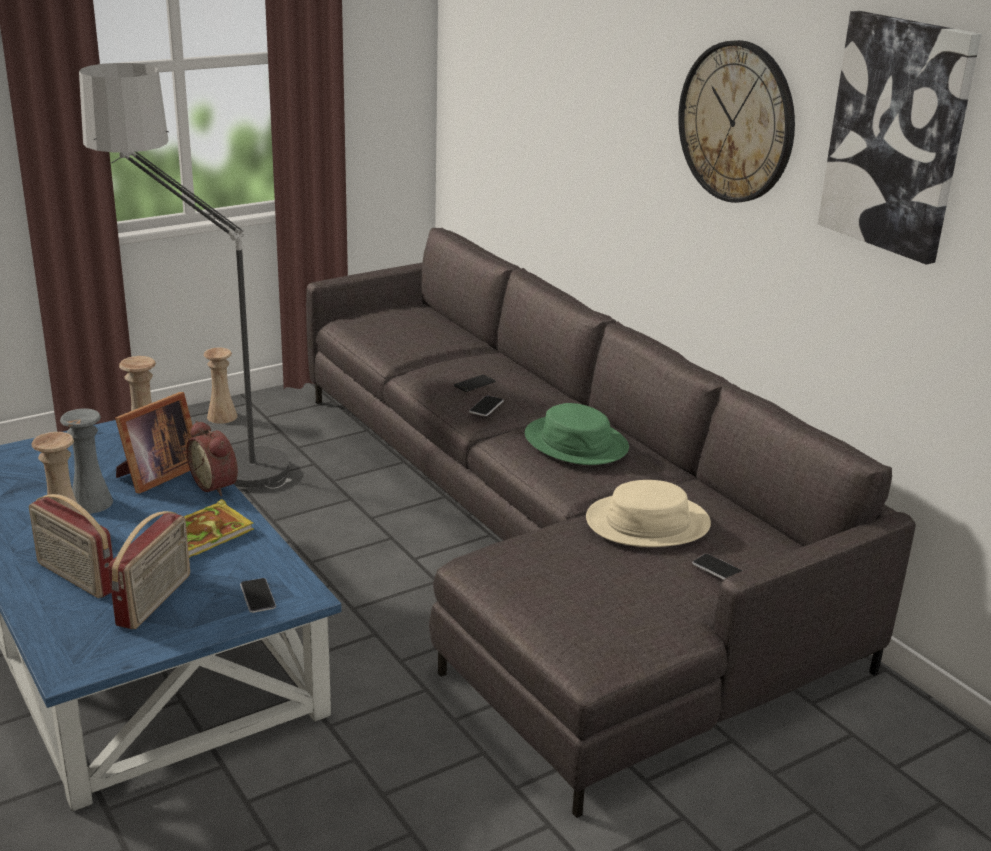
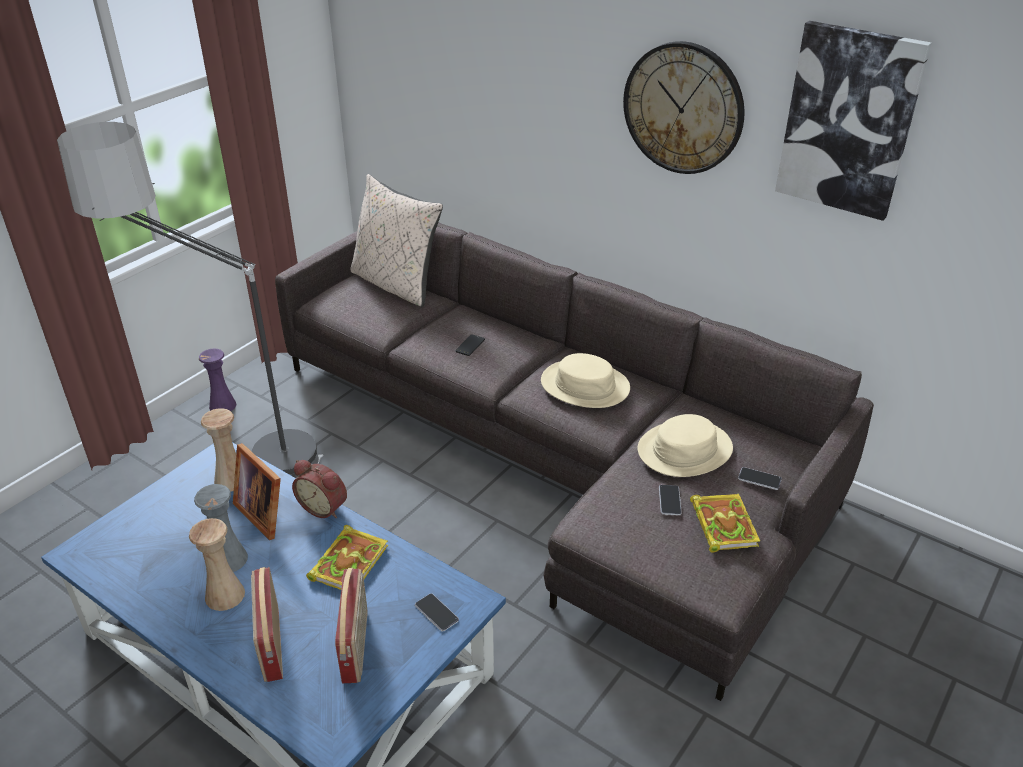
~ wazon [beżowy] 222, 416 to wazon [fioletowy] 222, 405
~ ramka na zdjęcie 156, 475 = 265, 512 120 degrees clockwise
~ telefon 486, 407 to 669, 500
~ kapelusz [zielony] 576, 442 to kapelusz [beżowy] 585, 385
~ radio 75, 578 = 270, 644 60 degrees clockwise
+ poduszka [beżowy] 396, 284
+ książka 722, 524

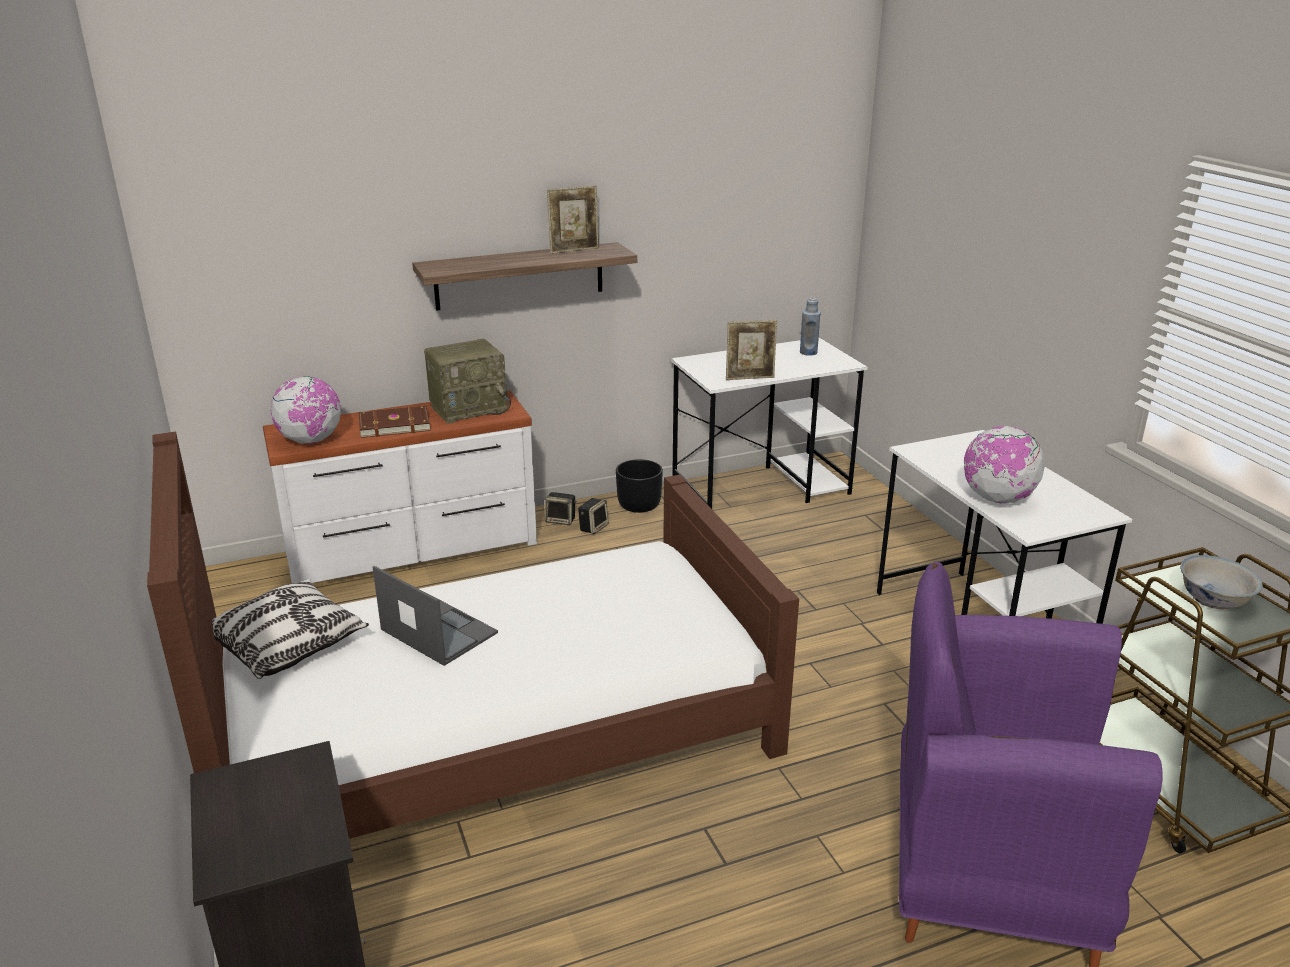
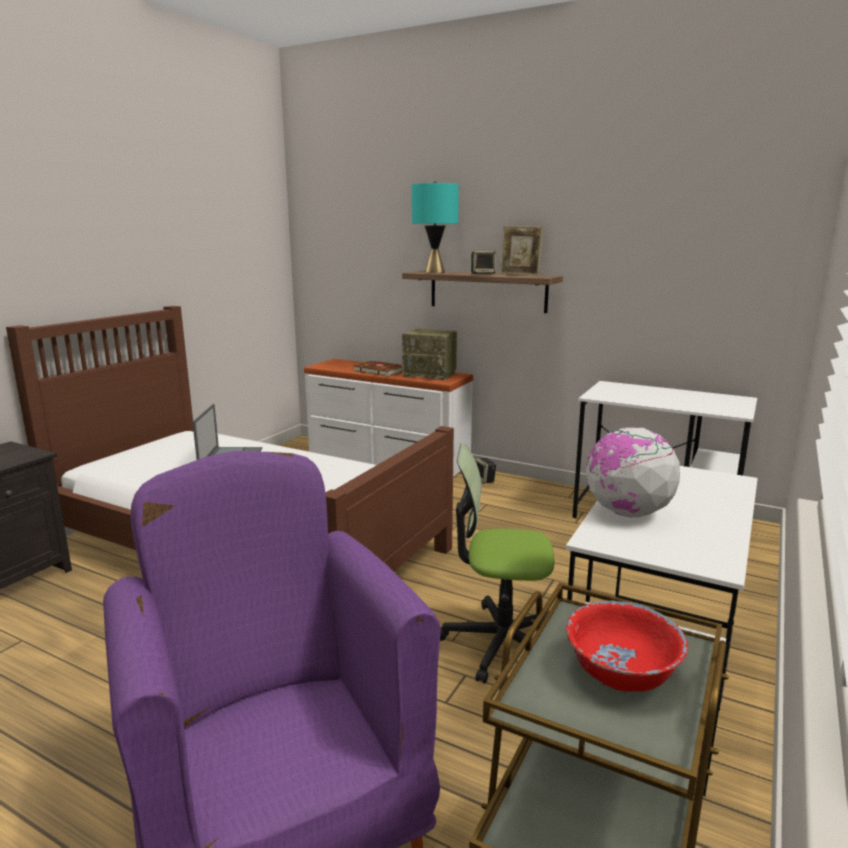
- butelka [niebieski] 808, 352
- ramka na zdjęcie 750, 378
- globus 311, 440
- donica [czarny] 639, 505
~ głośnik 593, 527 to 483, 274
~ miska [biały] 1213, 599 to miska [czerwony] 621, 672
- poduszka 287, 645
+ lampa stołowa [turkusowy] 435, 272
+ krzesło biurowe 500, 643

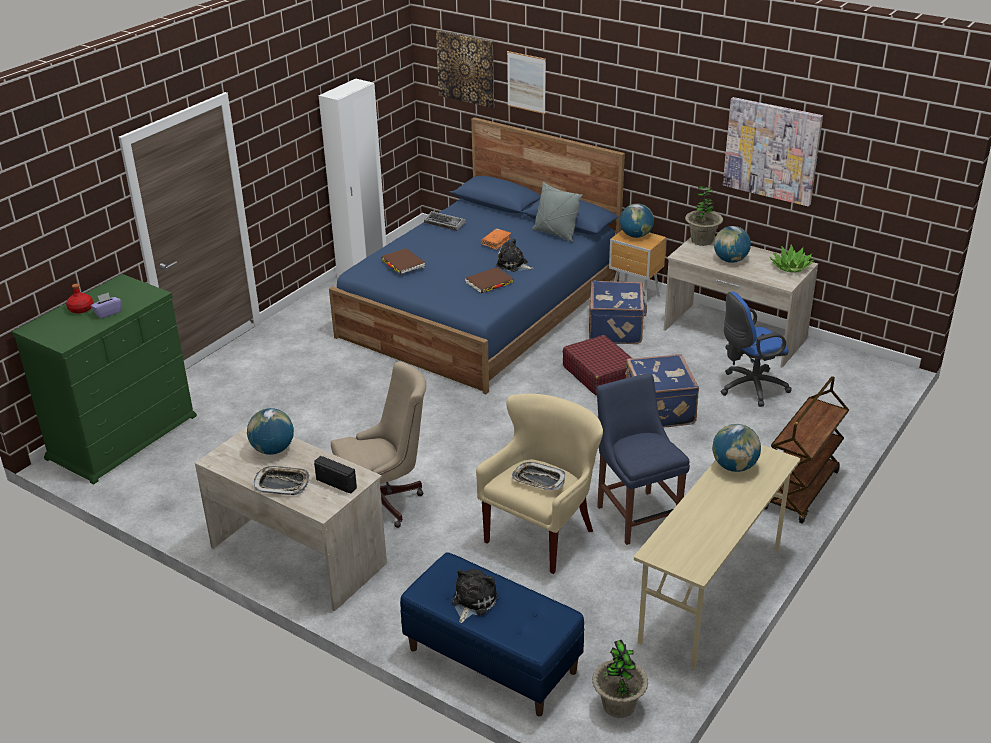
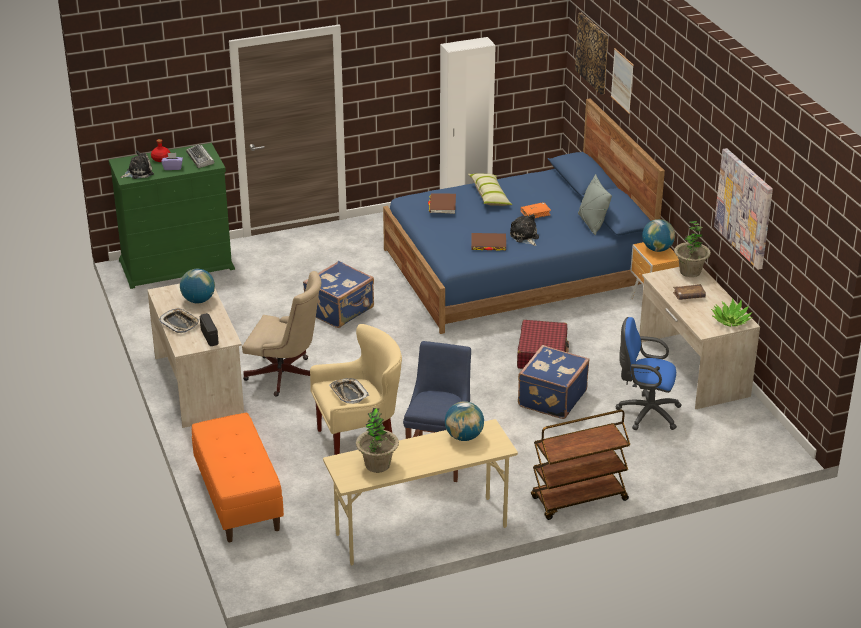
~ klawiatura 445, 224 to 200, 159
~ globus 730, 260 to książka [brązowy] 689, 296
~ walizka [niebieski] 616, 329 to 340, 310
~ ławka [niebieski] 491, 660 to ławka [pomarańczowy] 238, 499
~ pluszak 472, 602 to 138, 172
~ roślina doniczkowa 618, 705 to 377, 465
+ poduszka 489, 196

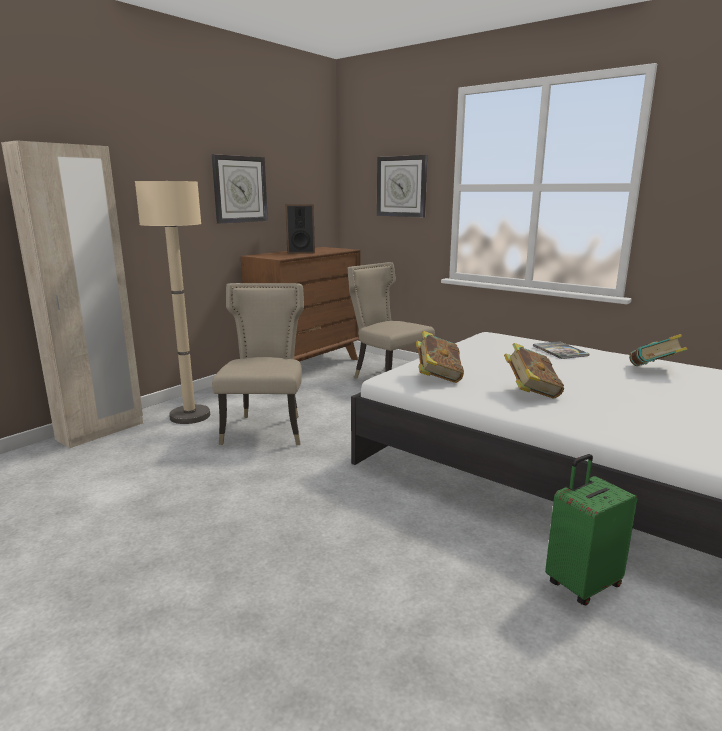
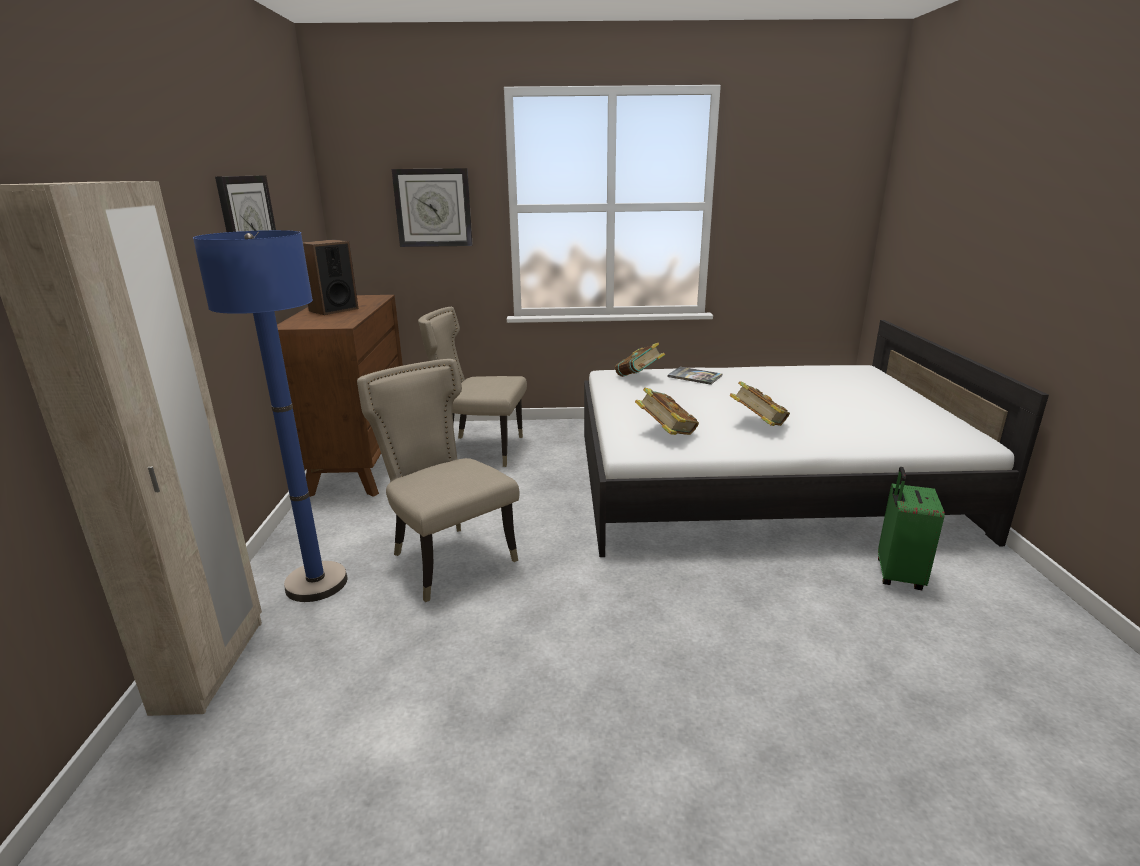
~ lampa stojąca [beżowy] 190, 416 to lampa stojąca [niebieski] 316, 583
~ książka 654, 371 to 639, 378

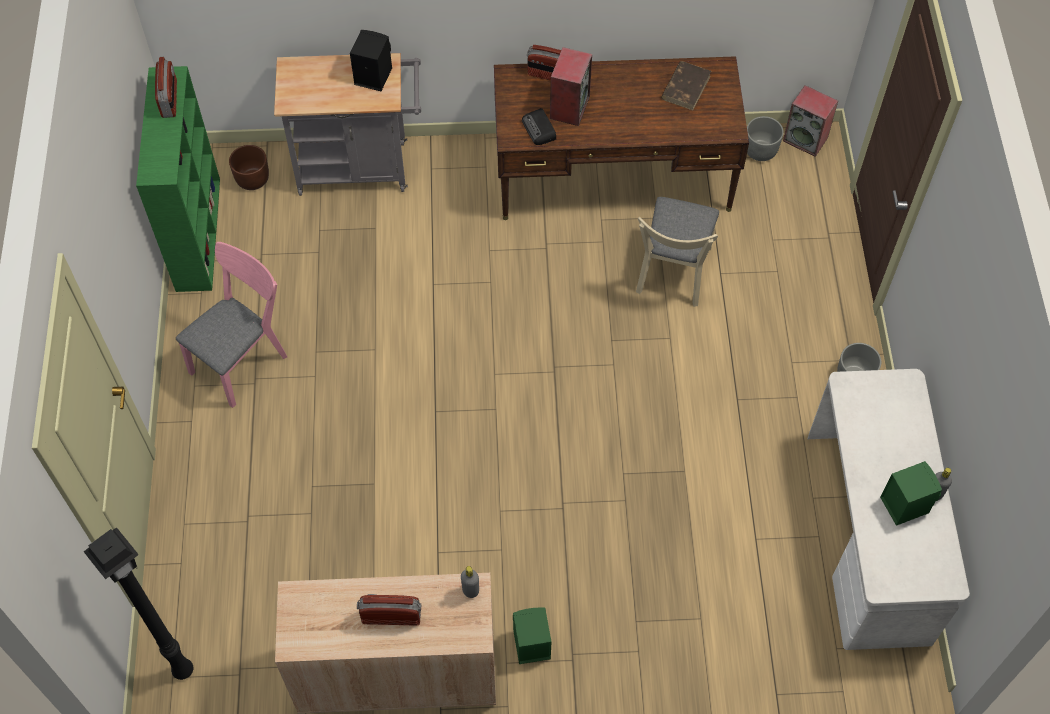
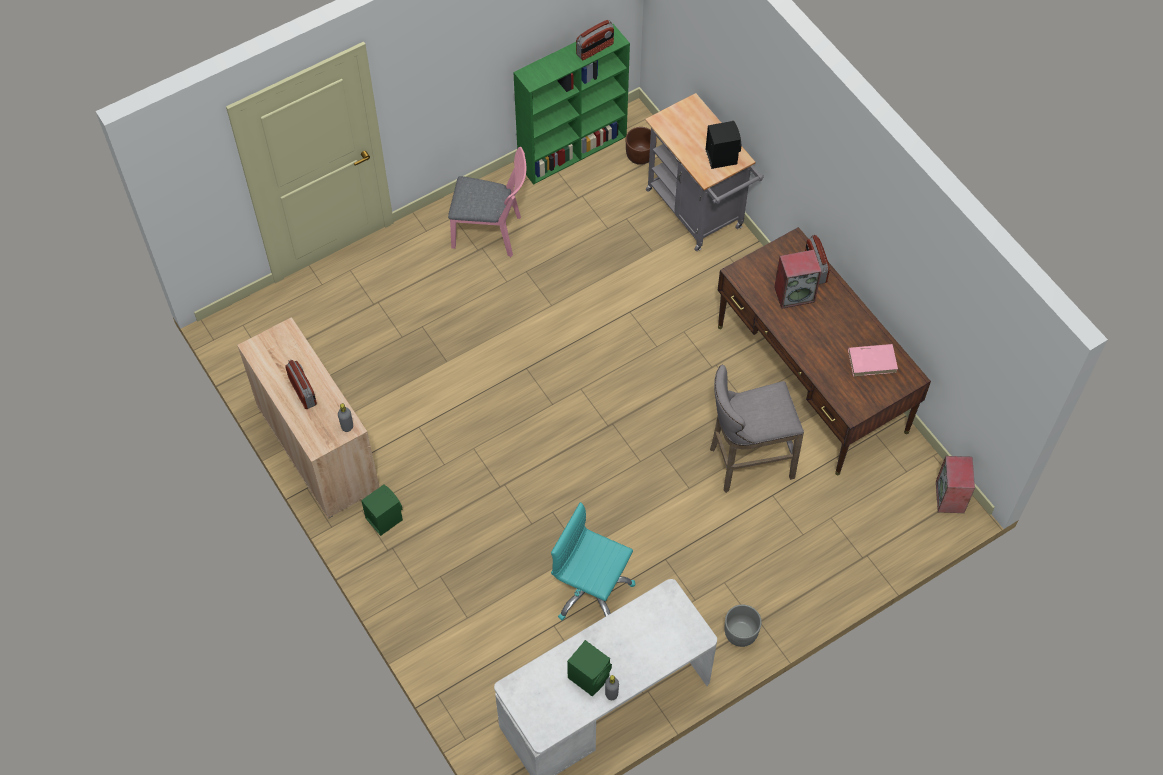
~ książka [brązowy] 686, 87 to książka [różowy] 872, 361
- radio 539, 129
- donica [szary] 760, 150
~ krzesło [beżowy] 672, 275 to stołek [szary] 747, 463
- lampa stojąca [czarny] 181, 670
+ krzesło biurowe [turkusowy] 590, 590

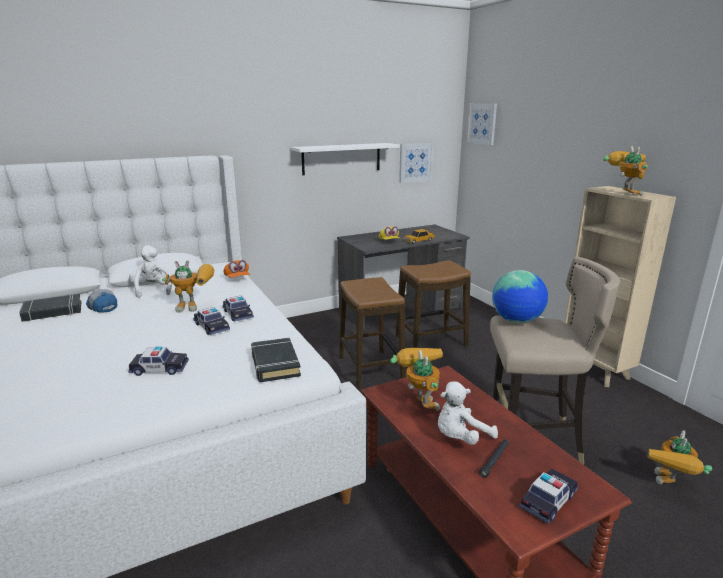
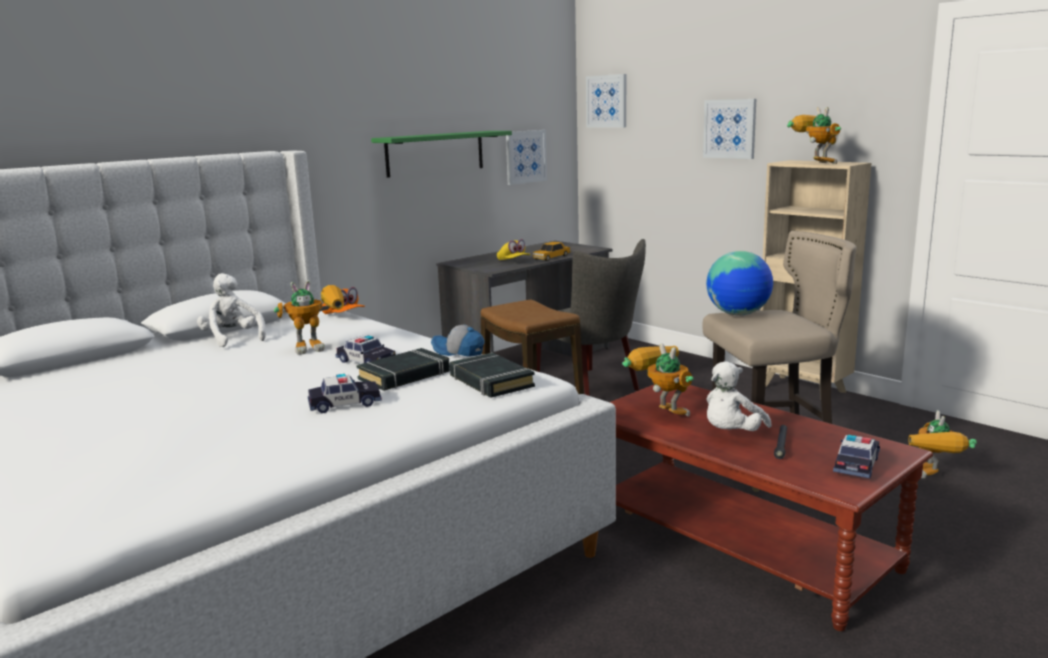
~ półka [biały] 341, 158 to półka [zielony] 435, 153
~ stołek 430, 342 to krzesło [szary] 591, 388
~ czapka z daszkiem 102, 307 to 458, 352
~ książka [czarny] 52, 312 to 404, 376
- samochodzik 238, 314
+ obraz 730, 129

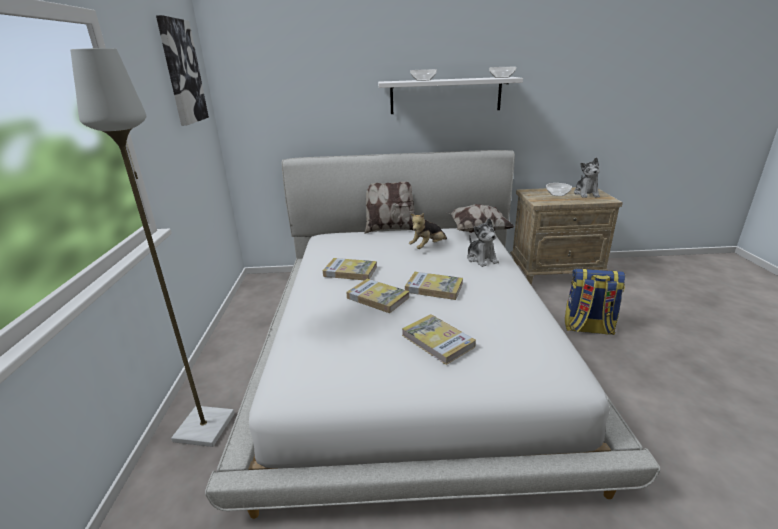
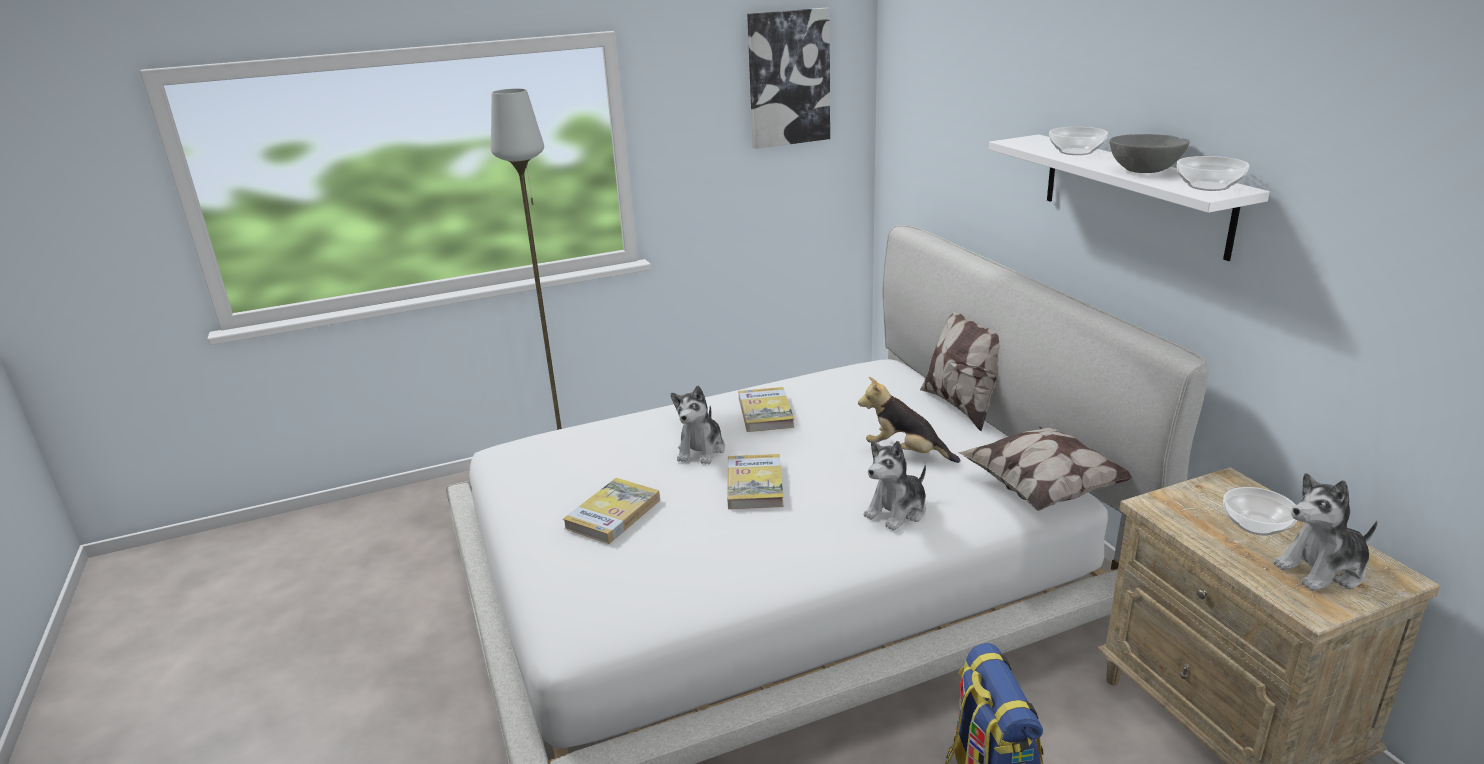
~ książka 377, 298 to pluszak 701, 450
+ miska [szary] 1144, 170

